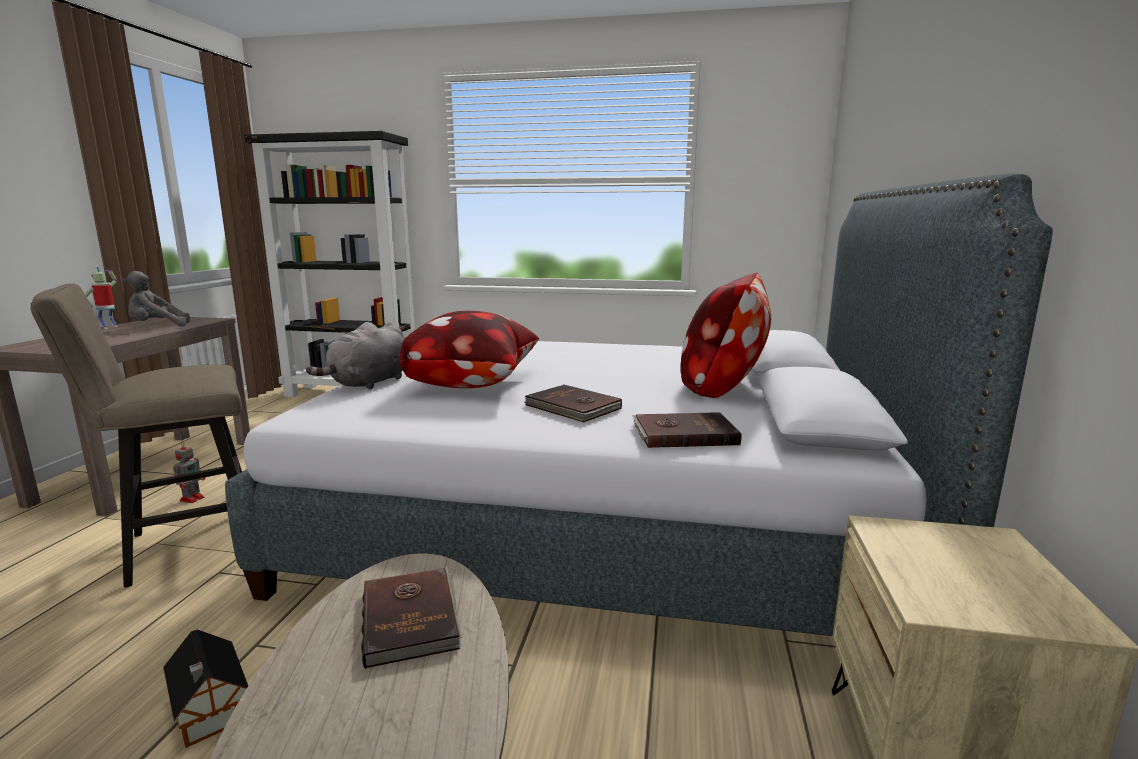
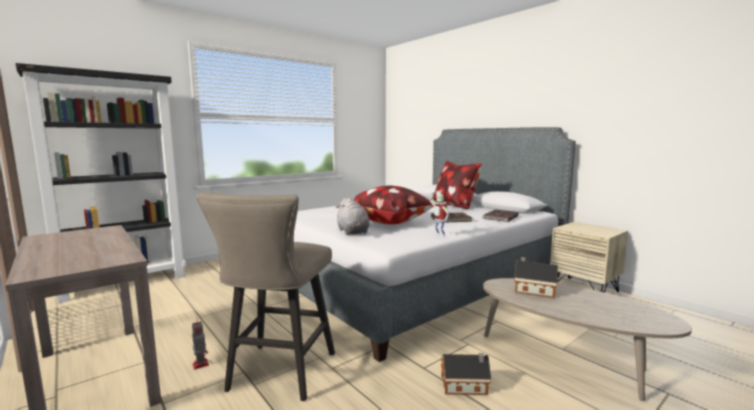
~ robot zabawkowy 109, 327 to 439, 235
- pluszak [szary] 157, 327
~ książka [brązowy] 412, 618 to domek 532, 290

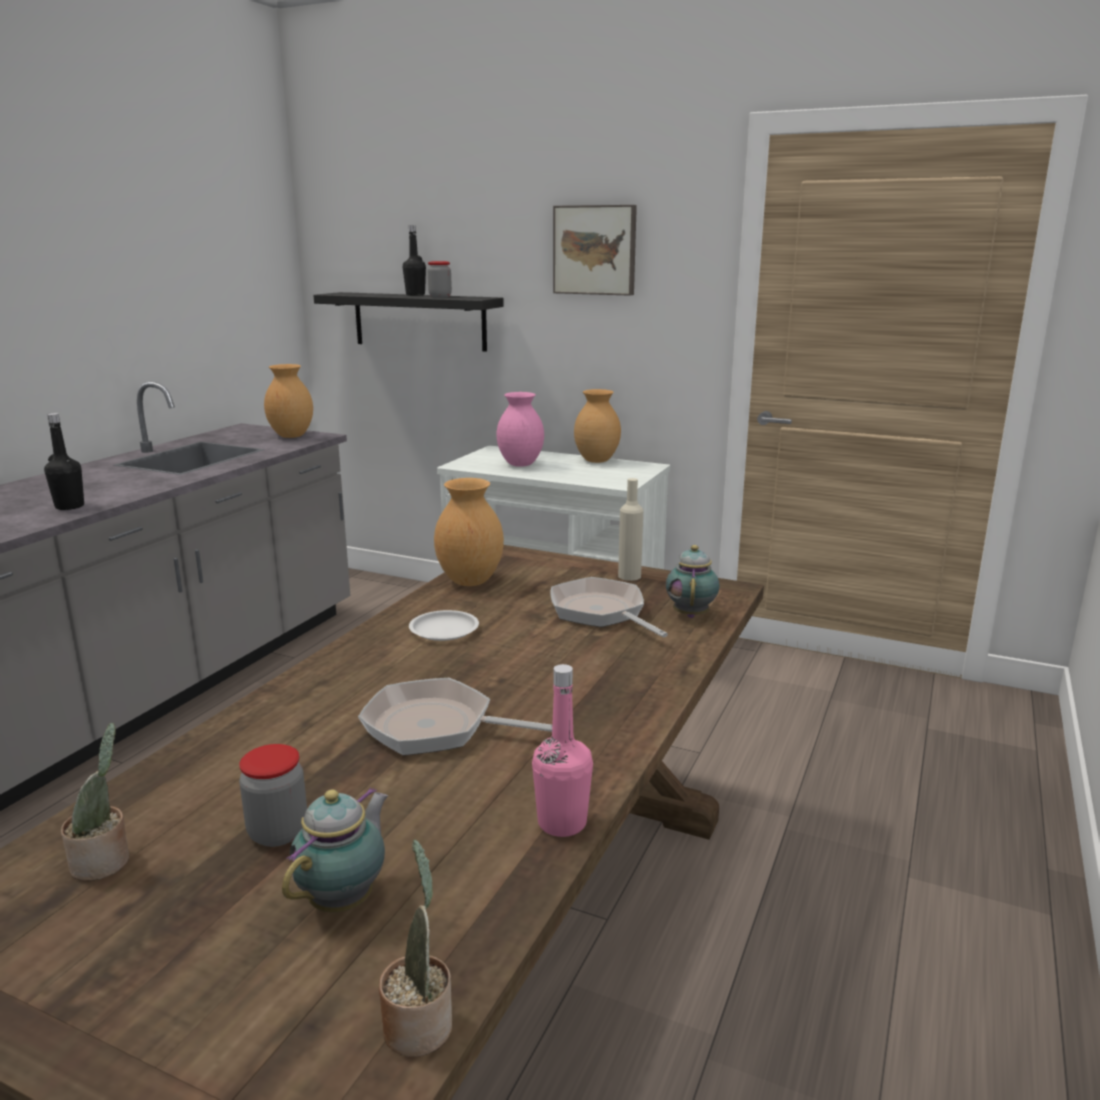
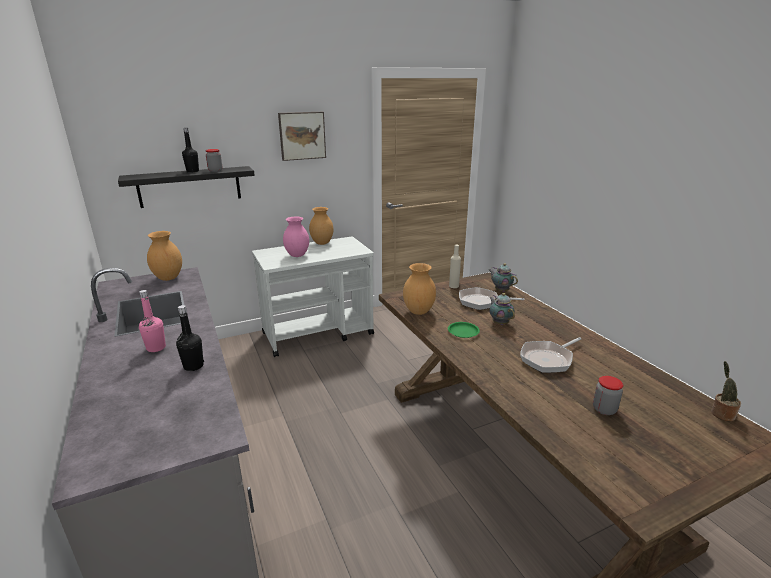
~ talerz [biały] 443, 630 to talerz [zielony] 463, 332
~ butelka [różowy] 562, 823 to 156, 348
- roślina doniczkowa 104, 862
~ imbryk 345, 899 to 499, 323

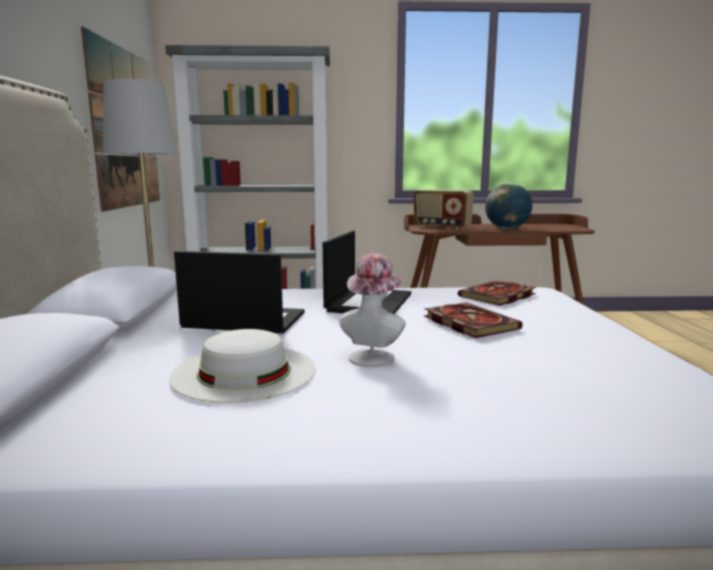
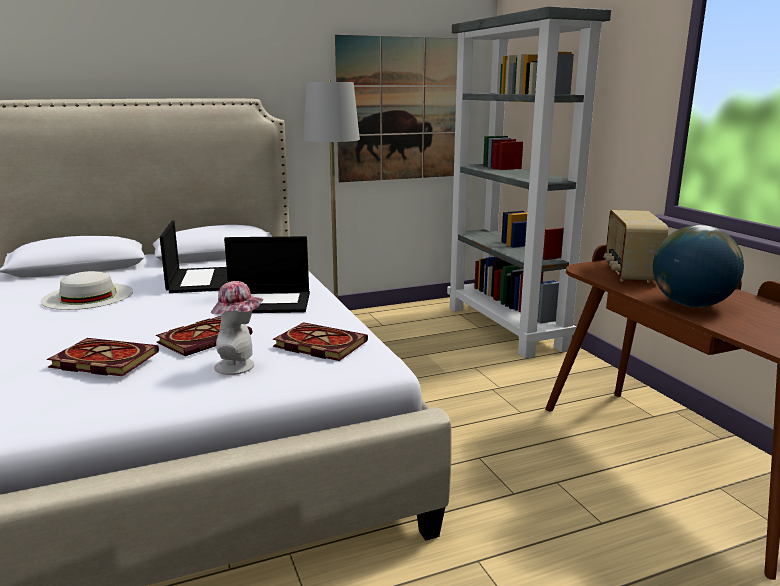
~ kapelusz 373, 356 to 240, 366
+ książka 101, 361

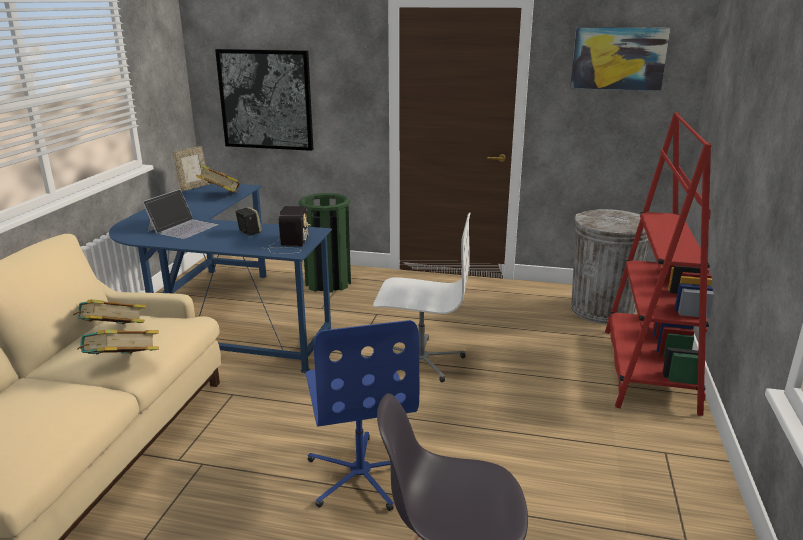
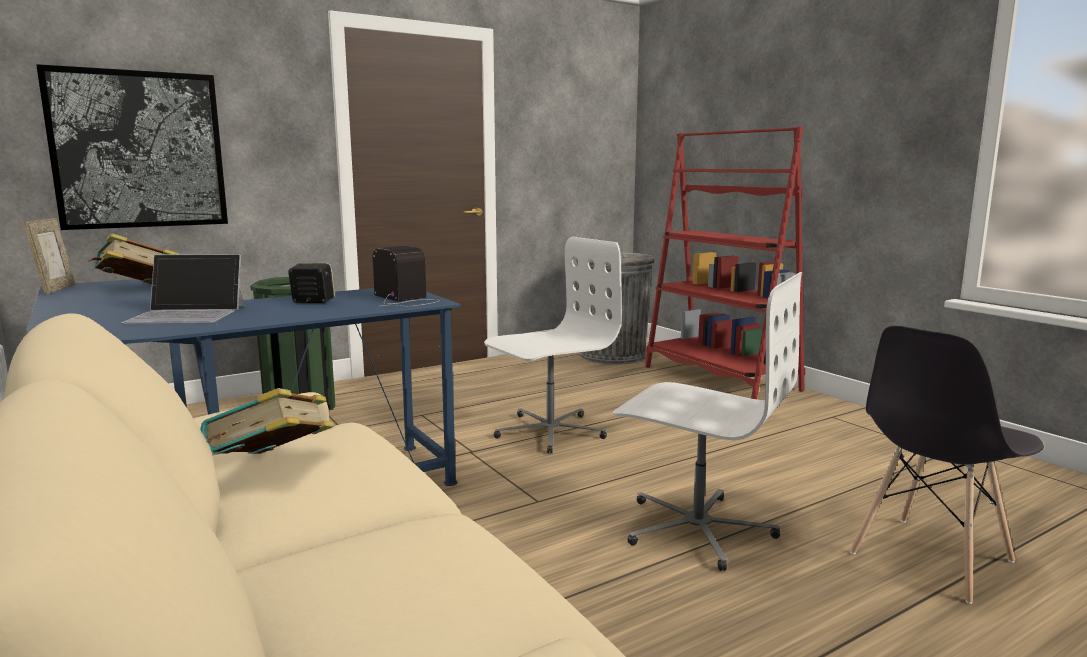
- obraz 618, 58
~ laptop 183, 227 = 188, 314 105 degrees clockwise
~ krzesło biurowe [niebieski] 361, 474 to krzesło biurowe [biały] 697, 528
- książka 122, 364

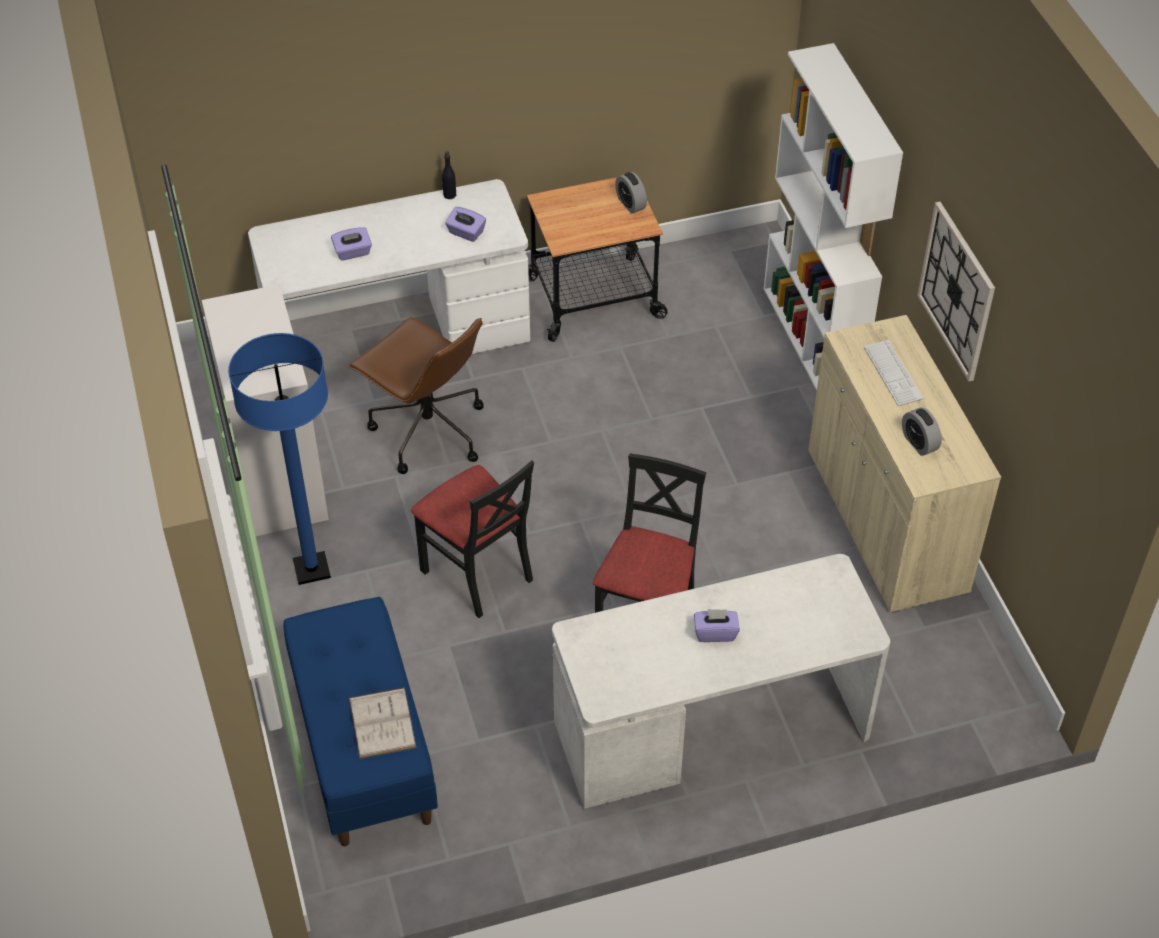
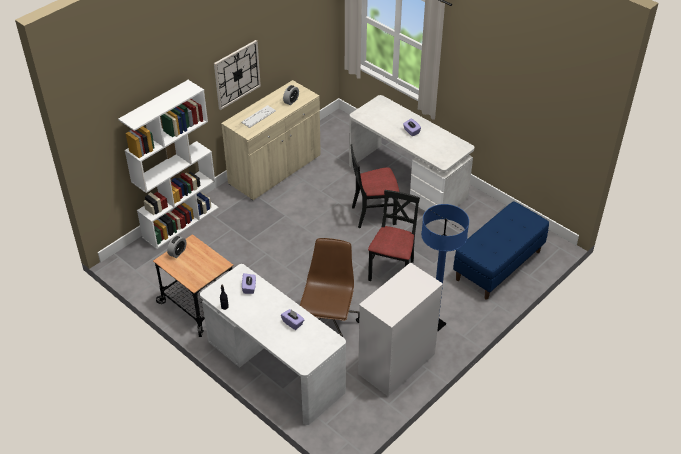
- książka [biały] 382, 722

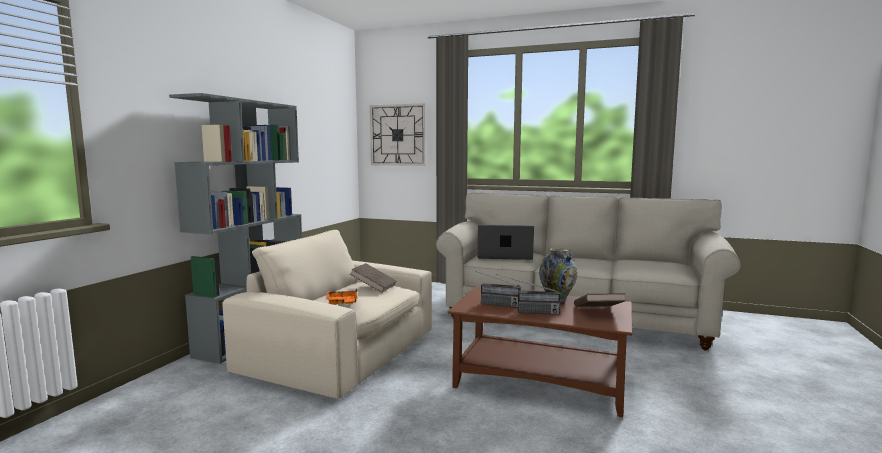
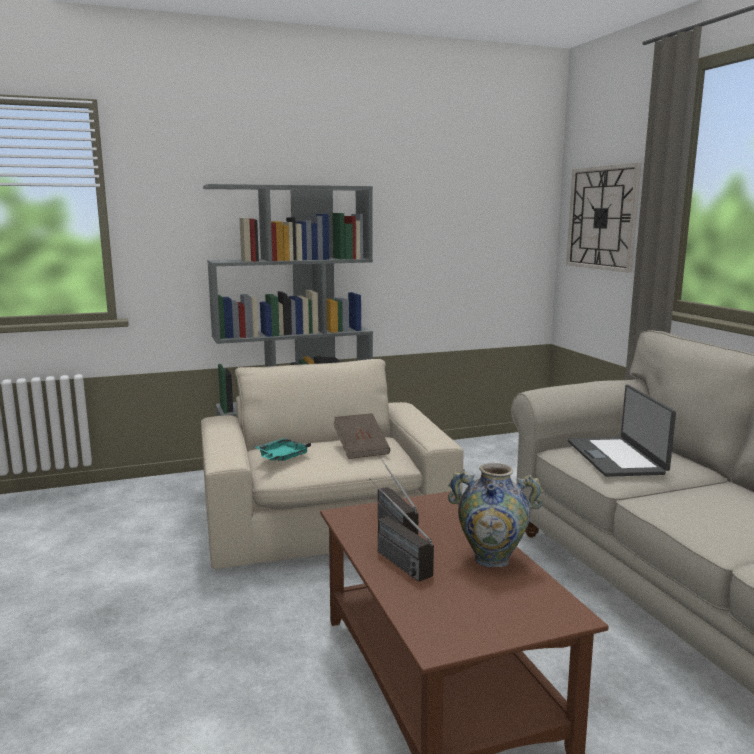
~ laptop 504, 256 = 616, 457 150 degrees counterclockwise
~ taca [pomarańczowy] 342, 303 to taca [turkusowy] 281, 457
- książka [brązowy] 597, 312

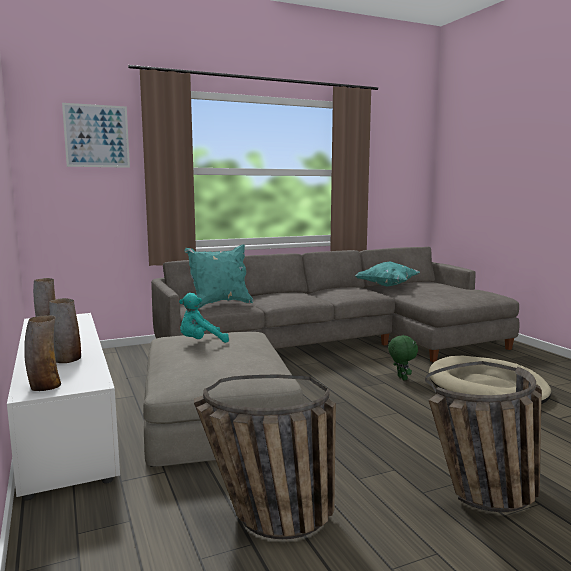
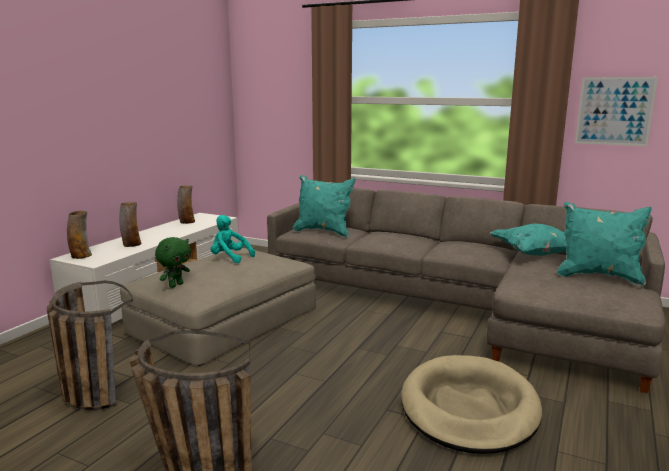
~ obraz 97, 136 to 614, 111
~ pluszak [zielony] 401, 378 to 175, 285
+ poduszka [turkusowy] 598, 276

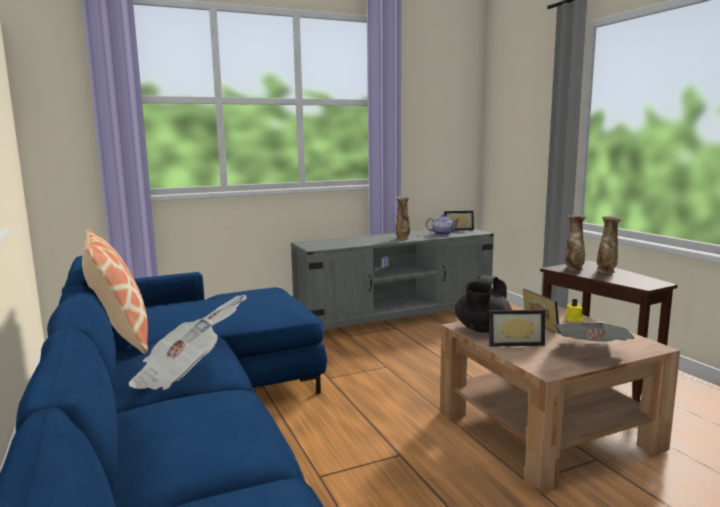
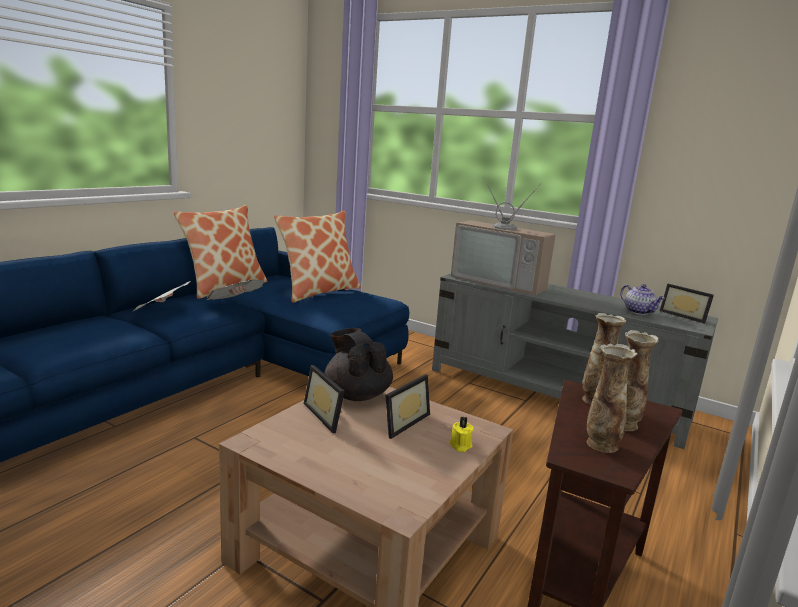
~ wazon 402, 239 to 601, 445
~ imbryk [czarny] 482, 329 = 356, 395 60 degrees clockwise
- gazeta 590, 353
+ telewizor 501, 282
+ poduszka 318, 292

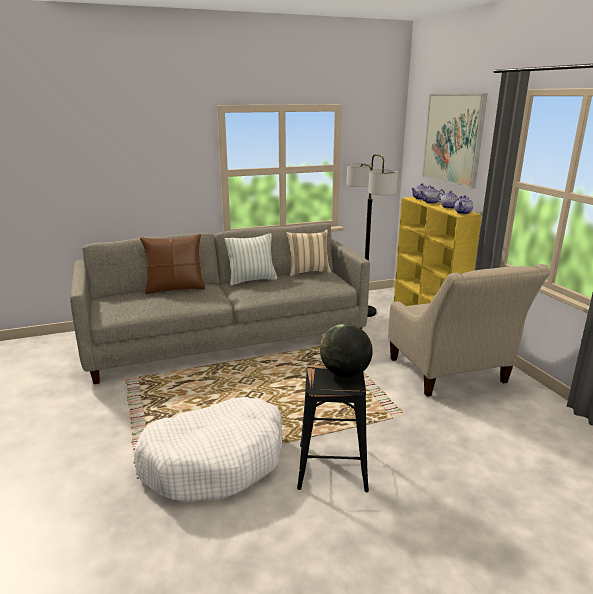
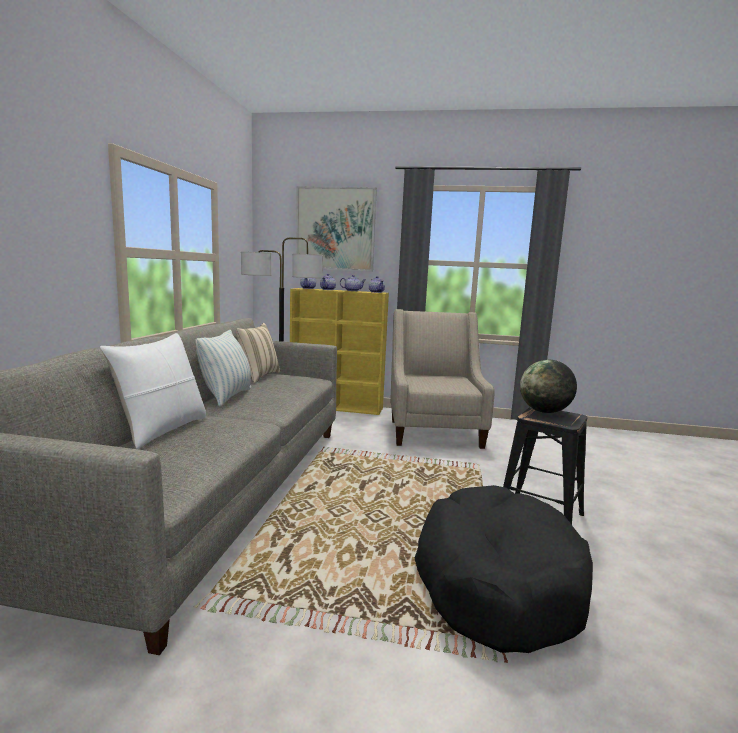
~ poduszka [brązowy] 175, 289 to poduszka [biały] 162, 430
~ fotel [beżowy] 451, 374 = 434, 431 105 degrees counterclockwise
~ legowisko [biały] 215, 461 to legowisko [czarny] 496, 581

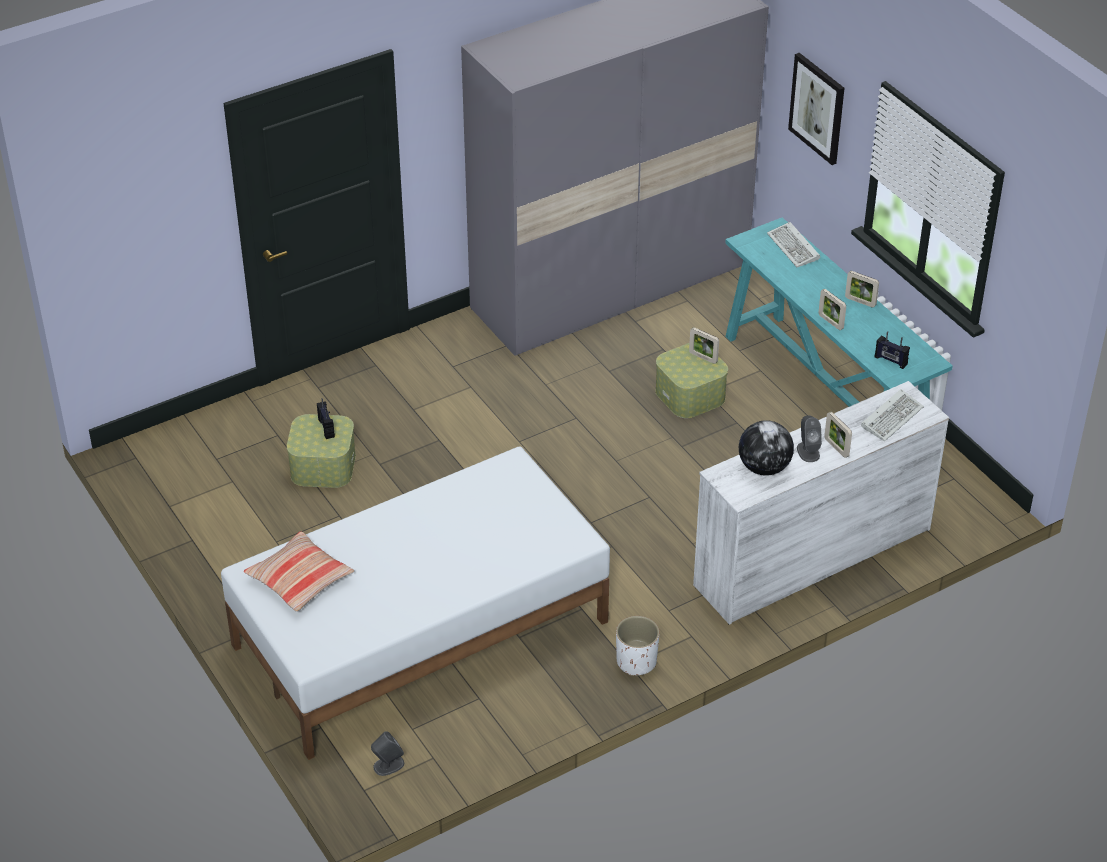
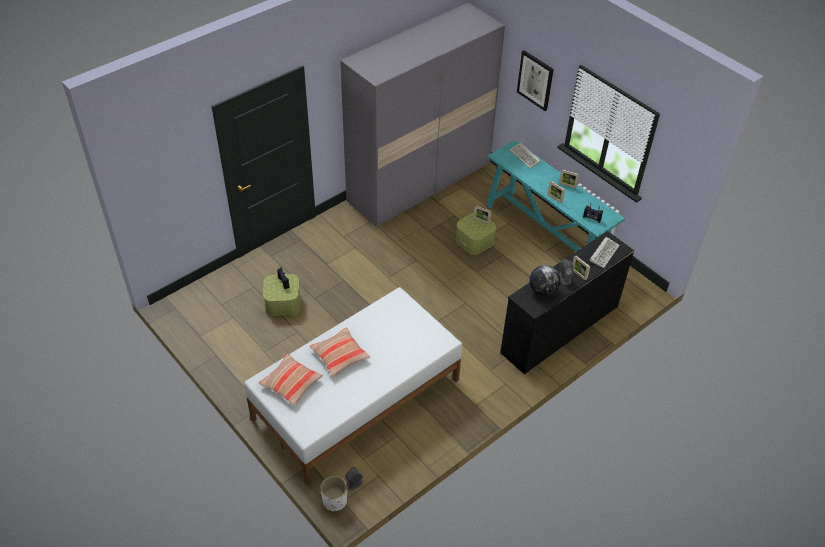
~ komoda [biały] 811, 557 to komoda [czarny] 559, 329
~ donica [biały] 636, 662 to 334, 501
+ poduszka 340, 355

